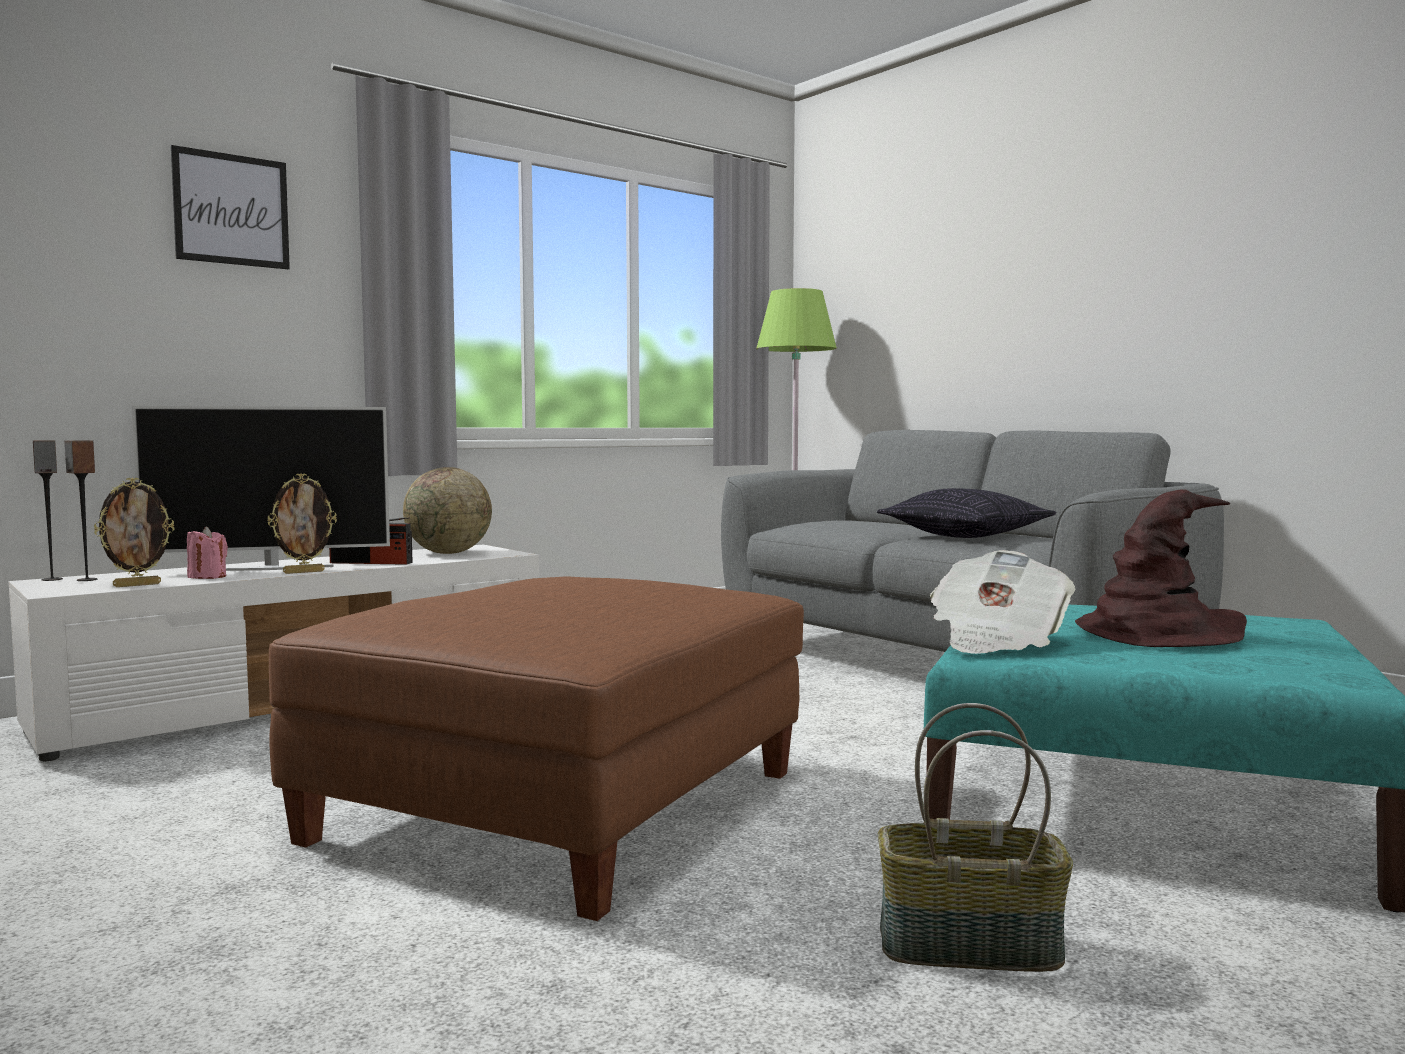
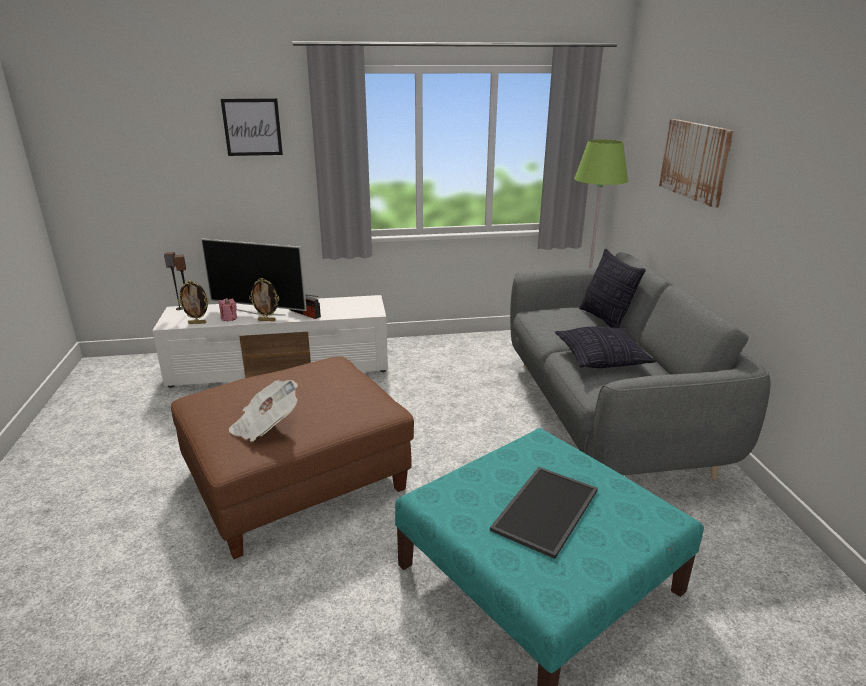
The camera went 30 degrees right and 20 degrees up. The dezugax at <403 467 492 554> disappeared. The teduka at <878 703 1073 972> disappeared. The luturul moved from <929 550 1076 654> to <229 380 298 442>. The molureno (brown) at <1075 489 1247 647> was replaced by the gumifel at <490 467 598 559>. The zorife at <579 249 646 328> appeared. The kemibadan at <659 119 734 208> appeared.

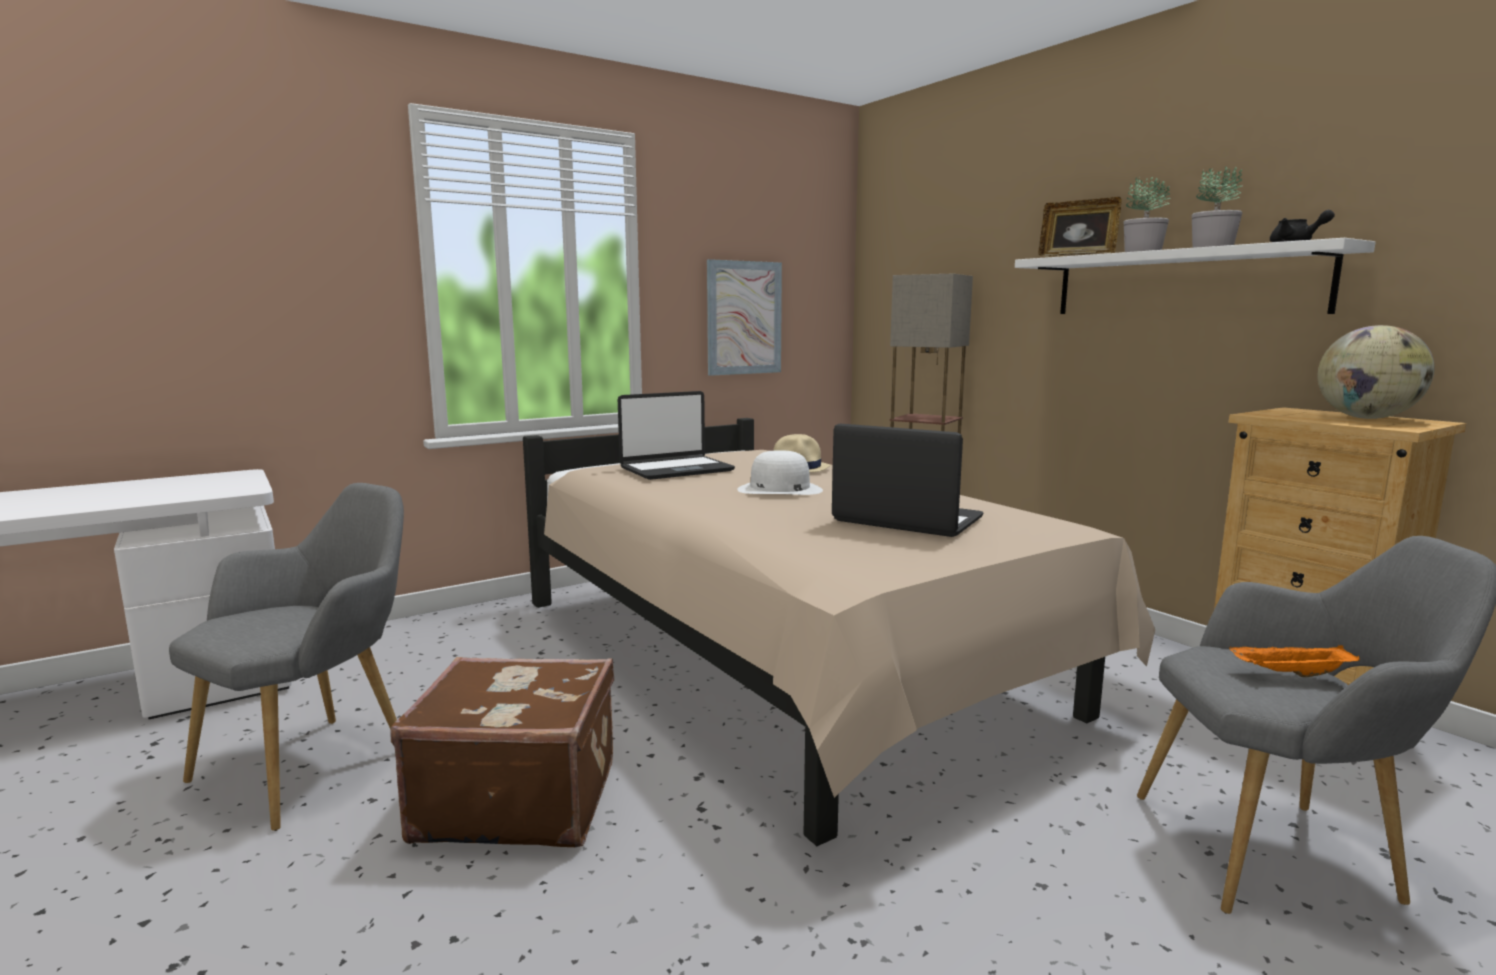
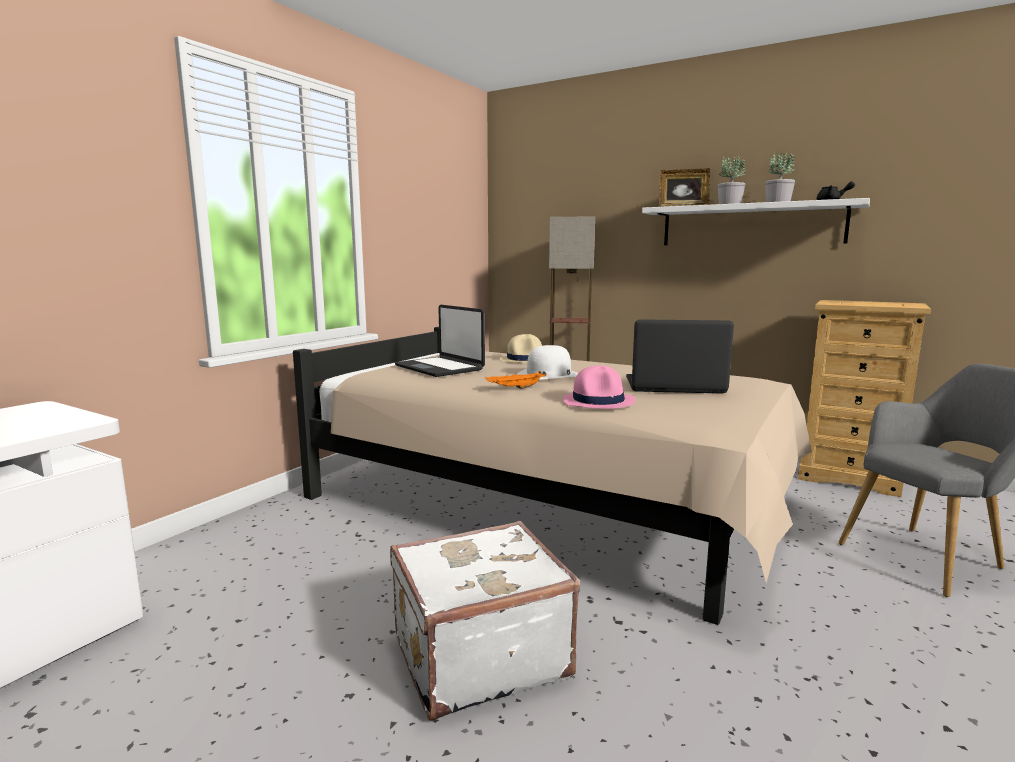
The camera went 25 degrees left and 0 degrees up. The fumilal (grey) at <169 483 404 831> disappeared. The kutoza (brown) at <390 657 614 847> became the kutoza (white) at <390 521 580 721>. The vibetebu at <618 391 735 480> turned 105 degrees clockwise. The kemibadan at <707 259 782 376> disappeared. The gumifel (orange) moved from <1229 645 1360 677> to <485 371 546 389>. The dezugax at <1318 325 1435 419> disappeared. The molureno (pink) at <563 365 635 409> appeared.

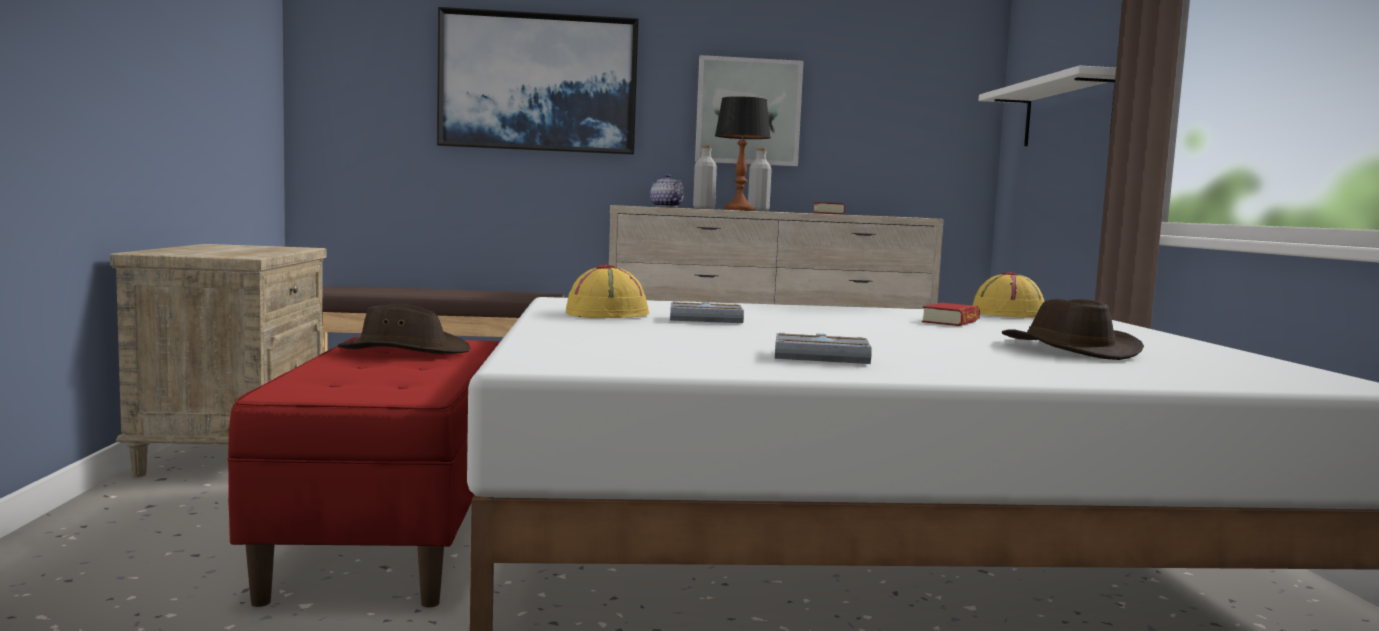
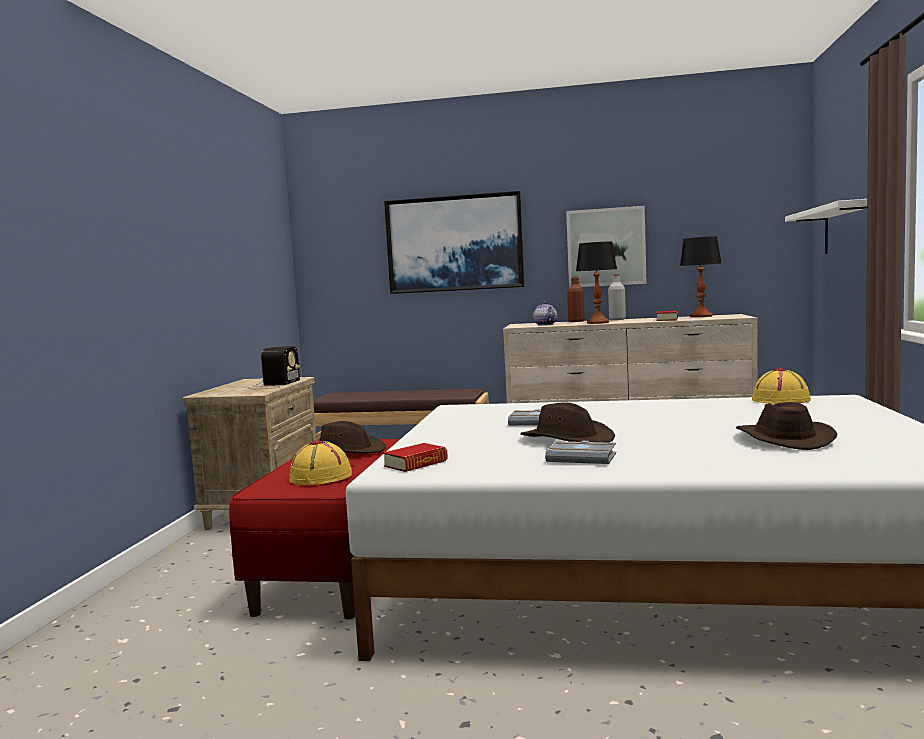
The camera went 15 degrees right and 0 degrees up. The molureno (yellow) moved from <566 264 649 318> to <289 440 352 485>. The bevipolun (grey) at <693 145 717 209> became the bevipolun (brown) at <567 276 585 322>. The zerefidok moved from <922 303 980 326> to <383 443 448 472>. The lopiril at <248 346 300 389> appeared. The molureno (brown) at <520 402 615 443> appeared. The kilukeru at <680 236 722 317> appeared.

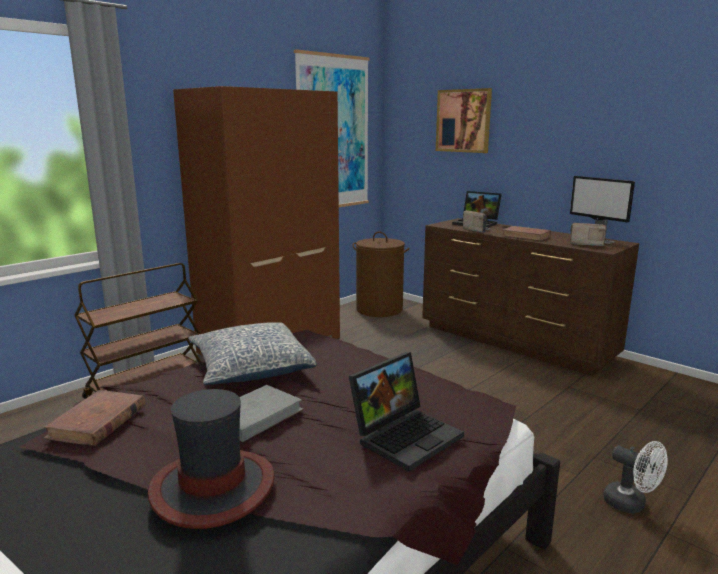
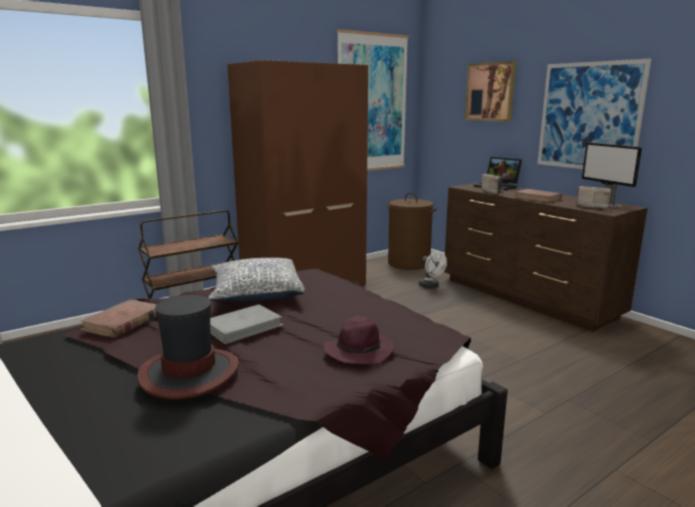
The camera went 10 degrees right and 0 degrees up. The vibetebu at <349 352 464 472> was replaced by the molureno (purple) at <324 316 394 364>. The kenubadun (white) moved from <603 441 668 513> to <419 251 447 288>. The kemibadan at <538 59 652 169> appeared.

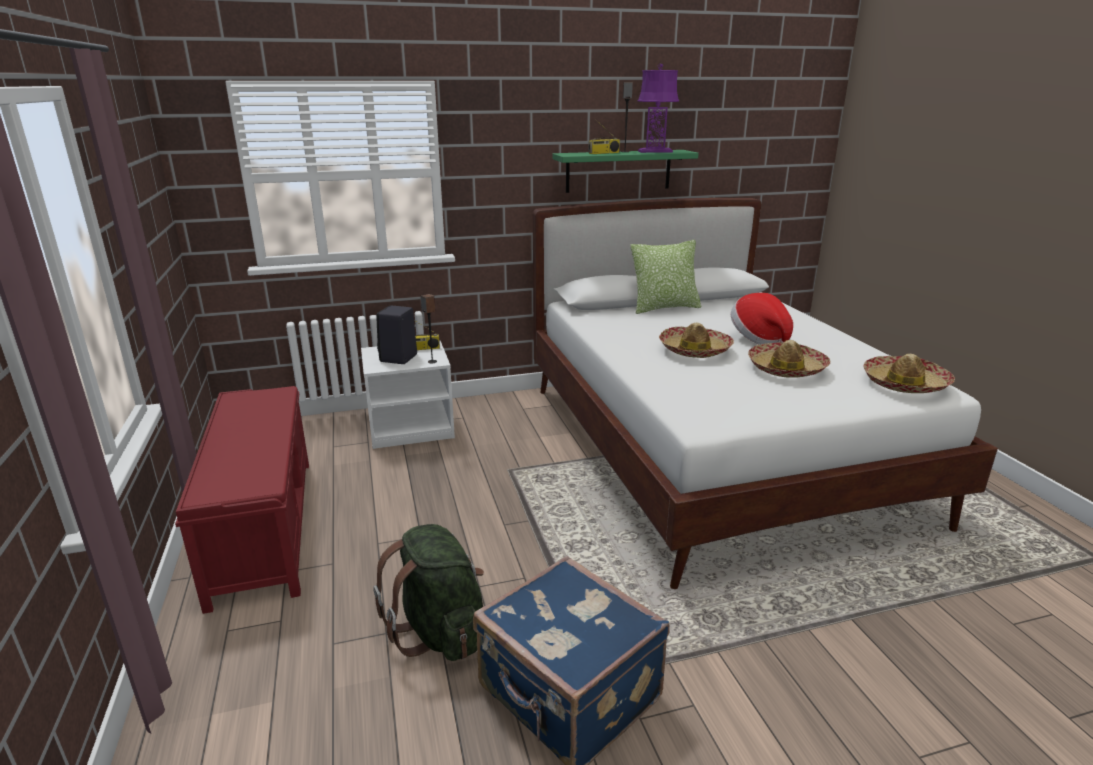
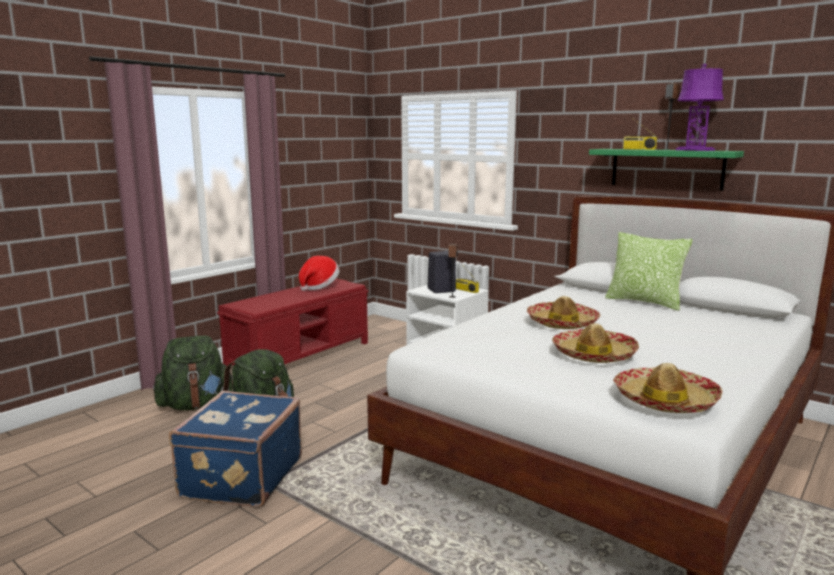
The camera went 55 degrees right and 10 degrees down. The molureno moved from <731 293 793 345> to <299 256 339 291>. The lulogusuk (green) at <153 335 233 410> appeared.

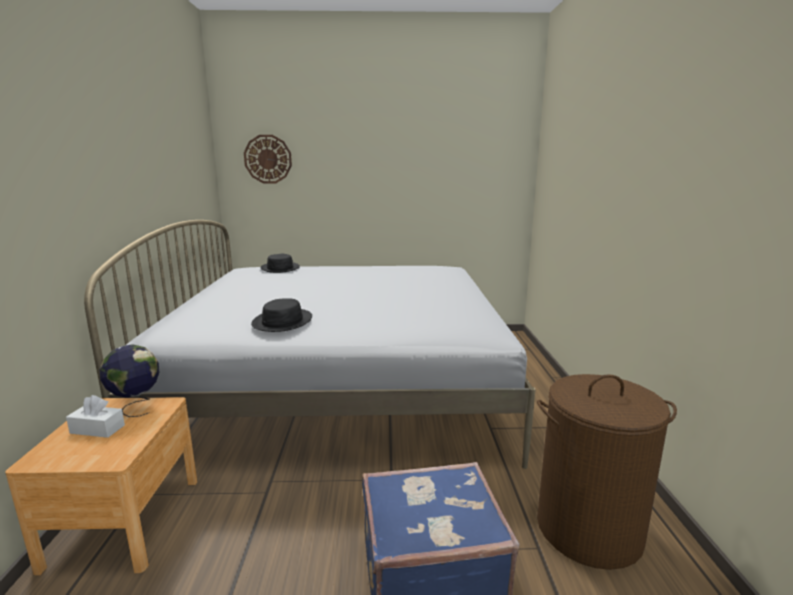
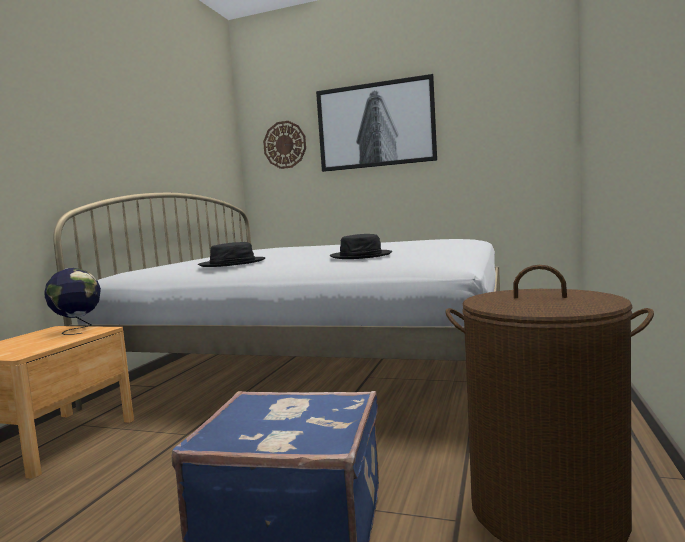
The camera went 20 degrees right and 10 degrees down. The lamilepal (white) at <66 395 125 438> disappeared. The molureno (black) moved from <260 254 300 273> to <330 234 392 259>. The kemibadan at <316 74 437 172> appeared.

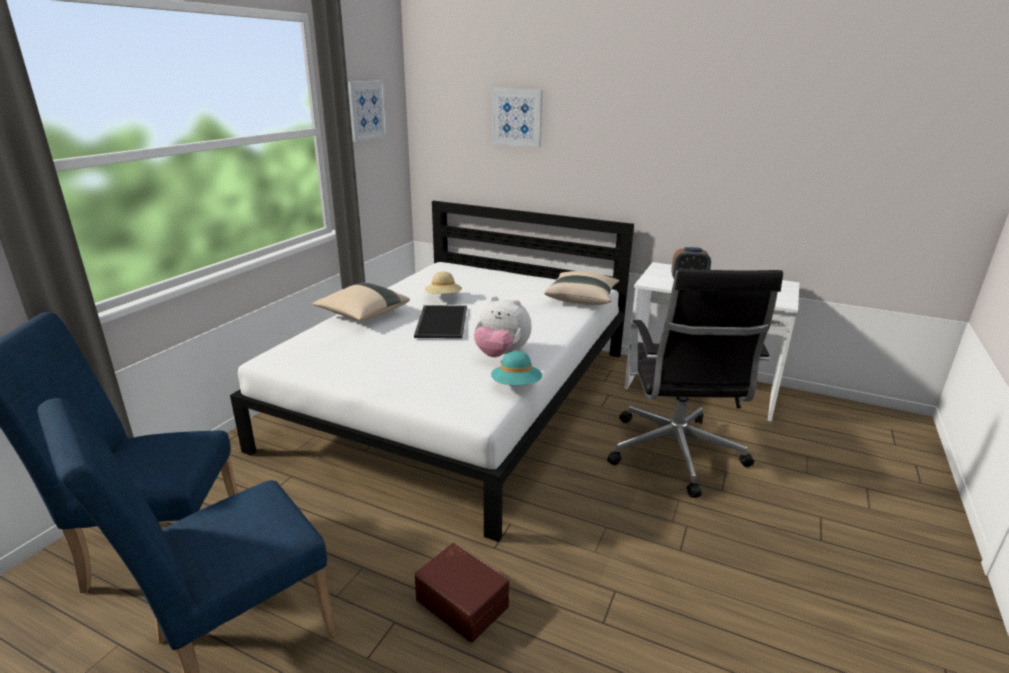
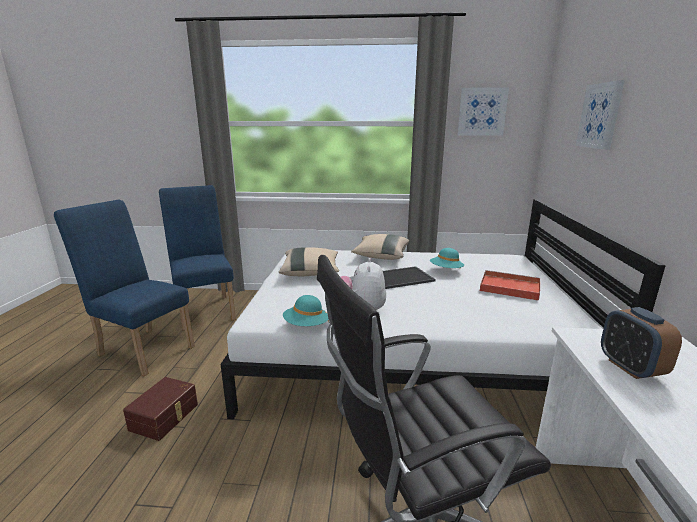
The camera went 70 degrees right and 5 degrees down. The molureno (beige) at <425 272 462 294> became the molureno (turquoise) at <430 248 464 268>. The zorife (beige) moved from <544 271 619 305> to <279 247 339 276>. The gumifel (red) at <480 270 540 301> appeared.

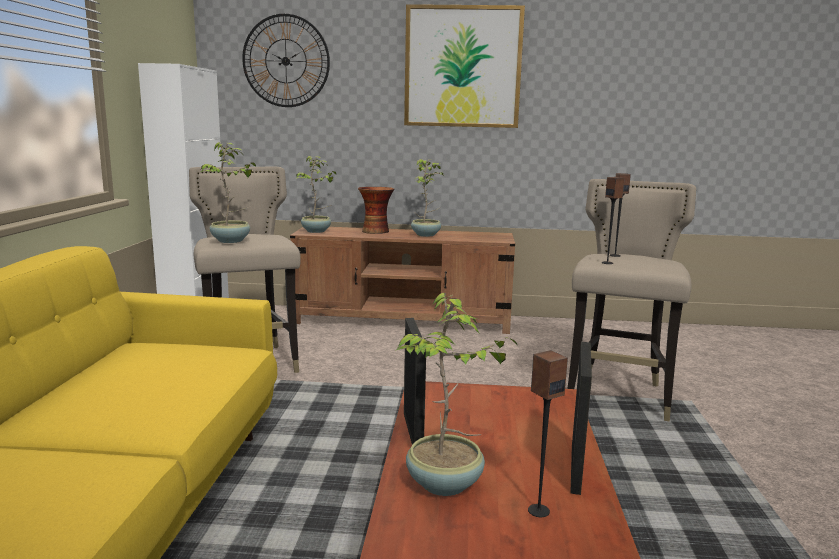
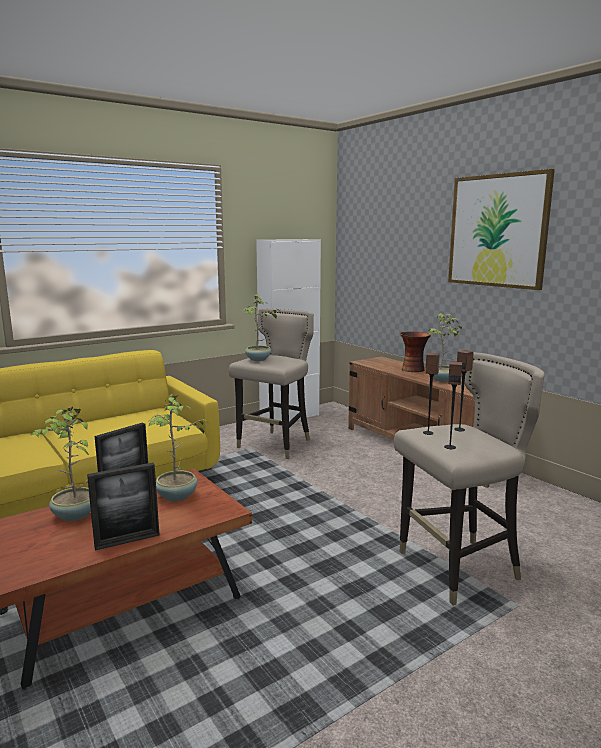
The camera went 50 degrees right and 0 degrees up. The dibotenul at <242 14 330 107> disappeared. The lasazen moved from <296 156 336 233> to <149 394 209 501>. The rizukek moved from <528 350 568 517> to <444 361 462 449>.

